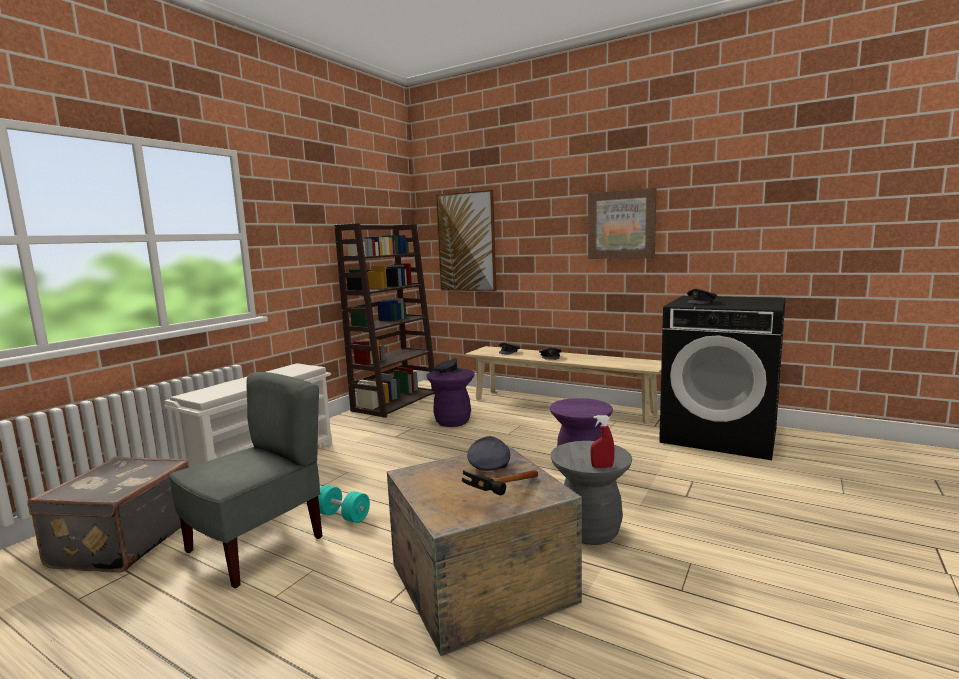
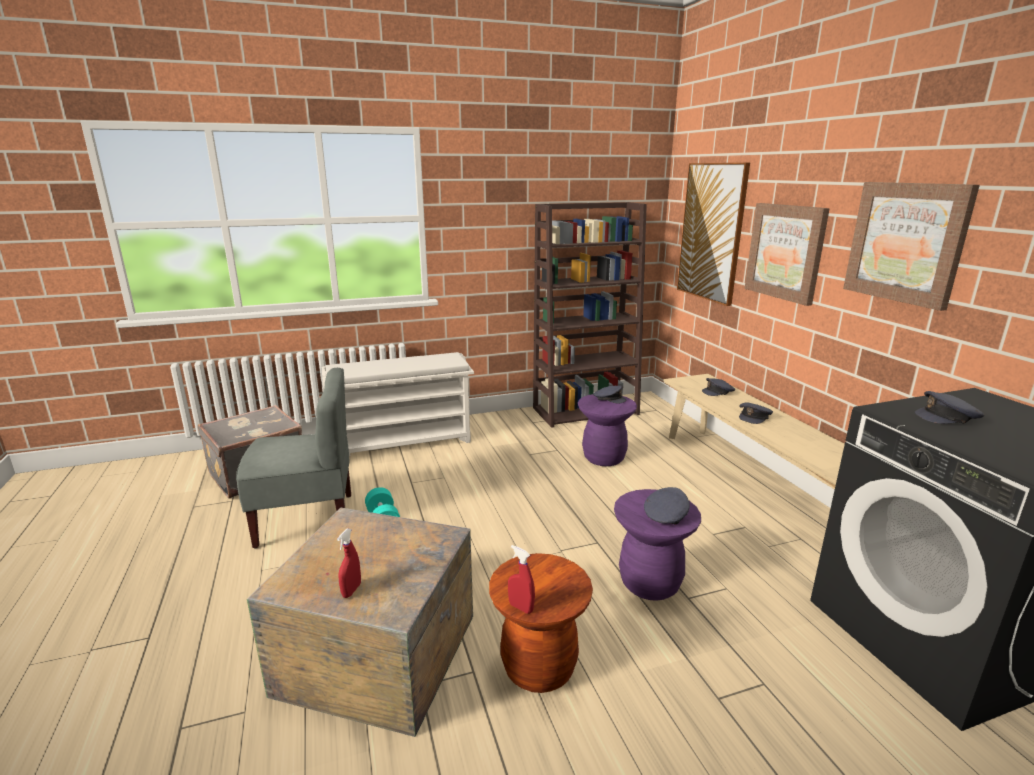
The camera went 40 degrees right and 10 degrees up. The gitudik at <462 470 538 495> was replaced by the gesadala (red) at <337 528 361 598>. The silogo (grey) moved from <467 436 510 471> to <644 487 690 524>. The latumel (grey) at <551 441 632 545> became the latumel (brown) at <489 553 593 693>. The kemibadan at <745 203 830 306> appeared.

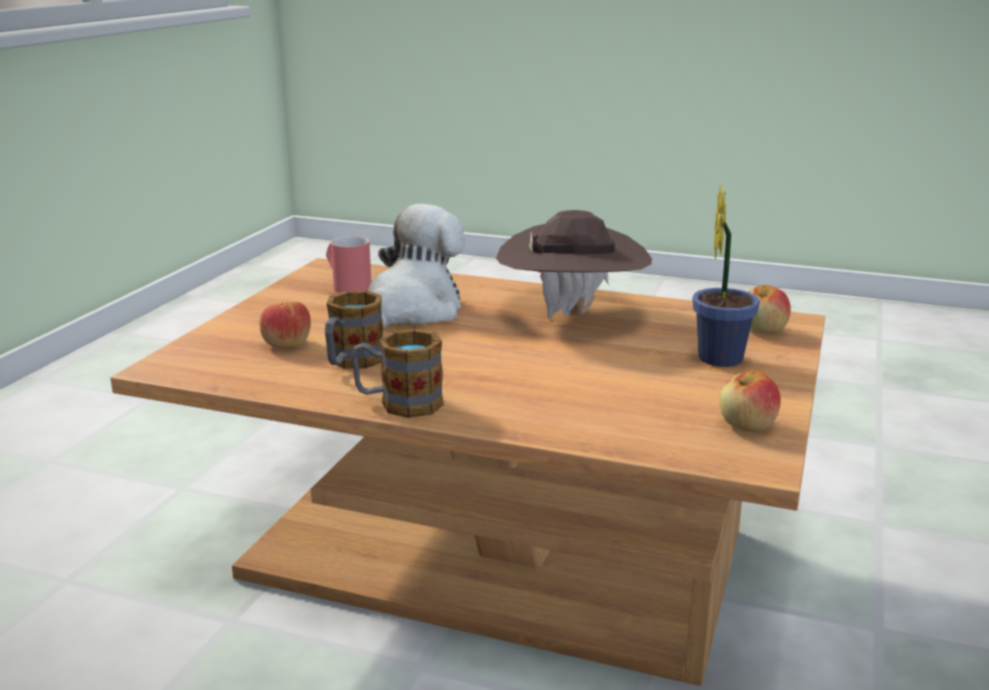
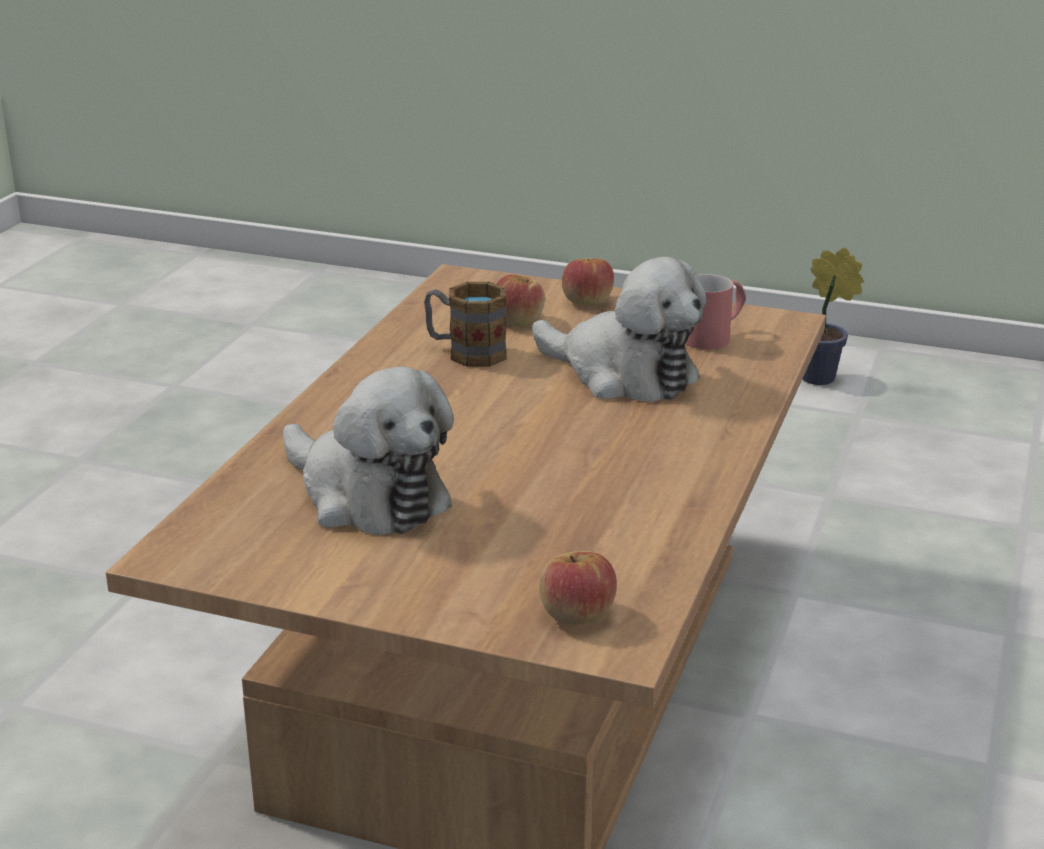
The camera went 90 degrees right and 5 degrees up. The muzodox at <352 329 444 418> disappeared. The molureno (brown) at <496 210 652 319> disappeared. The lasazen moved from <692 182 760 367> to <802 248 864 385>. The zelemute moved from <719 371 781 432> to <562 258 614 305>. The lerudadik at <283 366 454 535> appeared.

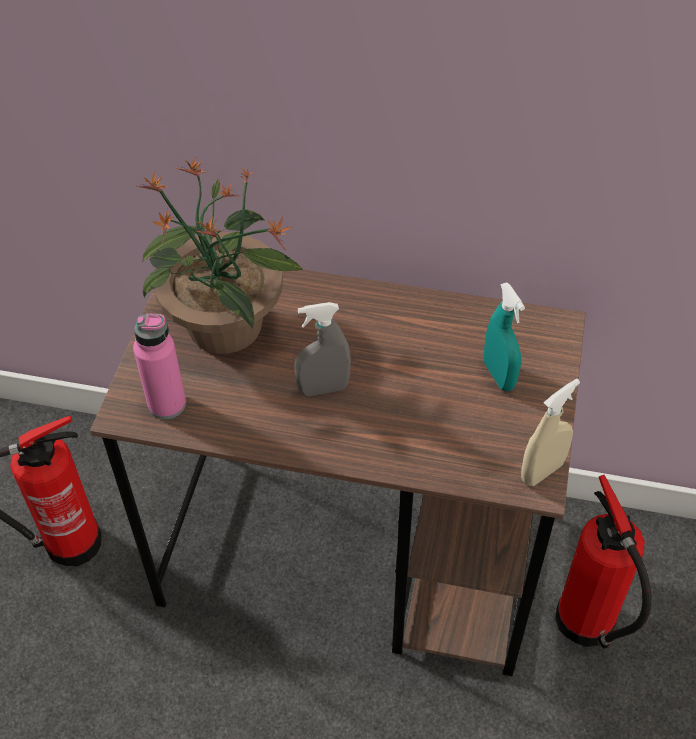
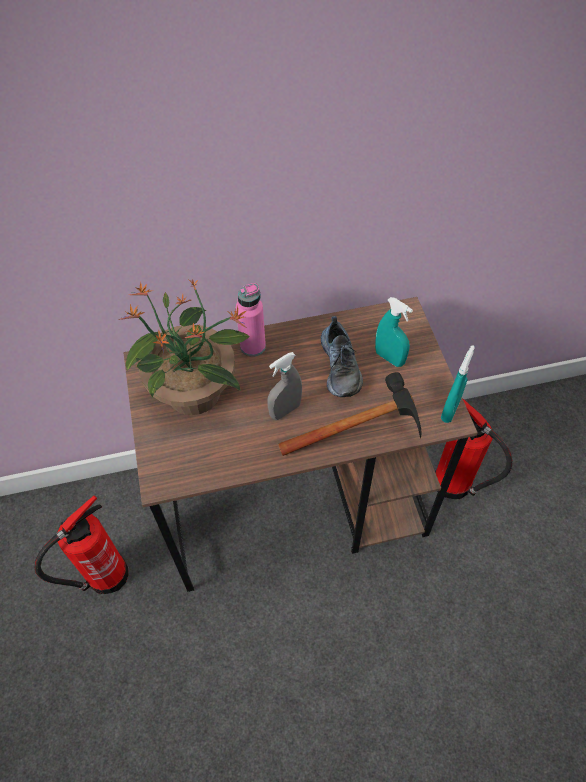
The camera went 25 degrees left and 5 degrees up. The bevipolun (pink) moved from <133 314 186 419> to <236 283 266 357>. The gesadala (beige) at <521 379 580 486> became the gesadala (turquoise) at <441 345 475 423>. The gitudik at <278 372 421 456> appeared. The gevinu at <321 316 363 397> appeared.

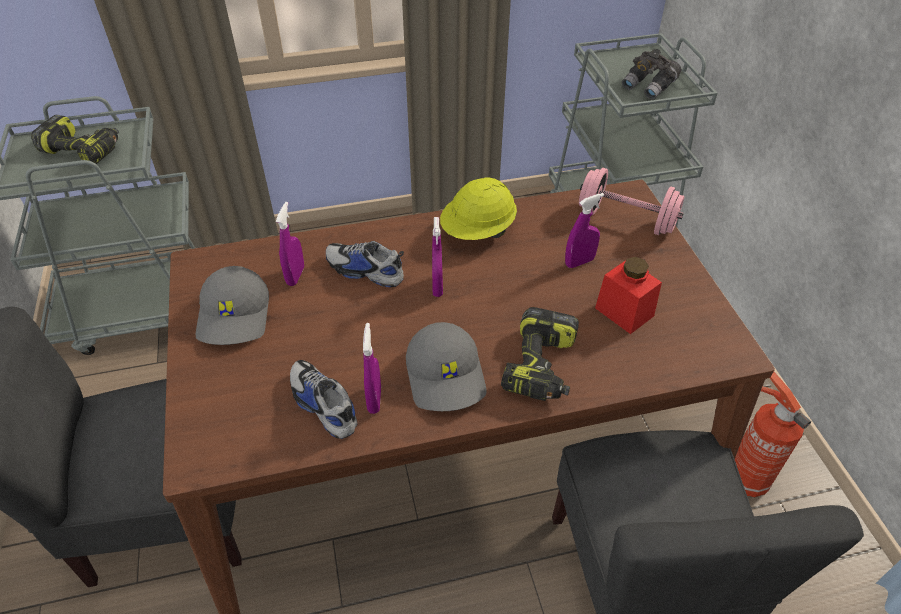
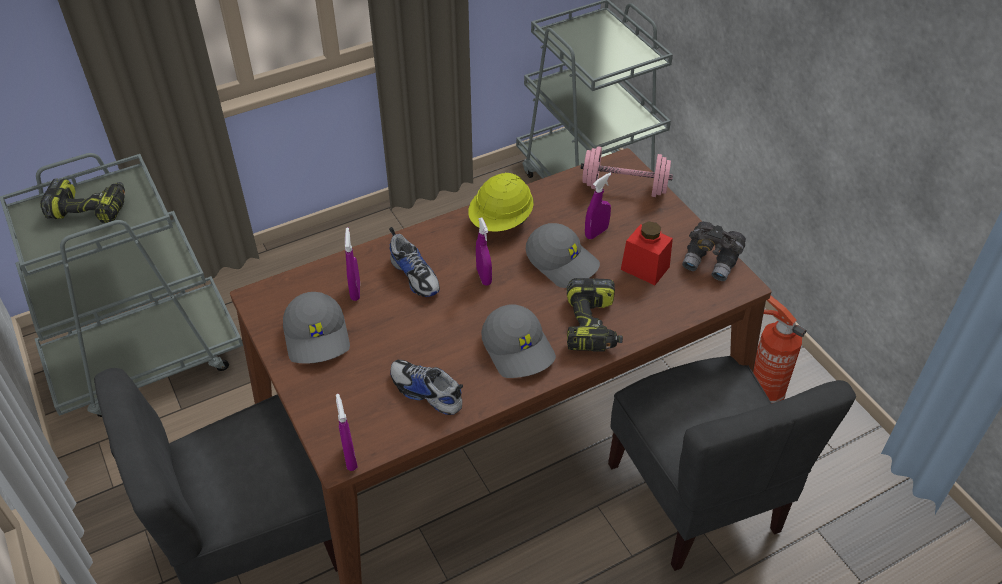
The camera went 15 degrees left and 0 degrees up. The gevinu at <326 241 404 287> turned 135 degrees counterclockwise. The gesadala (purple) moved from <363 323 381 414> to <336 394 358 471>. The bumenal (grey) moved from <622 49 681 99> to <682 221 746 281>. The silogo (grey) at <526 223 600 288> appeared.

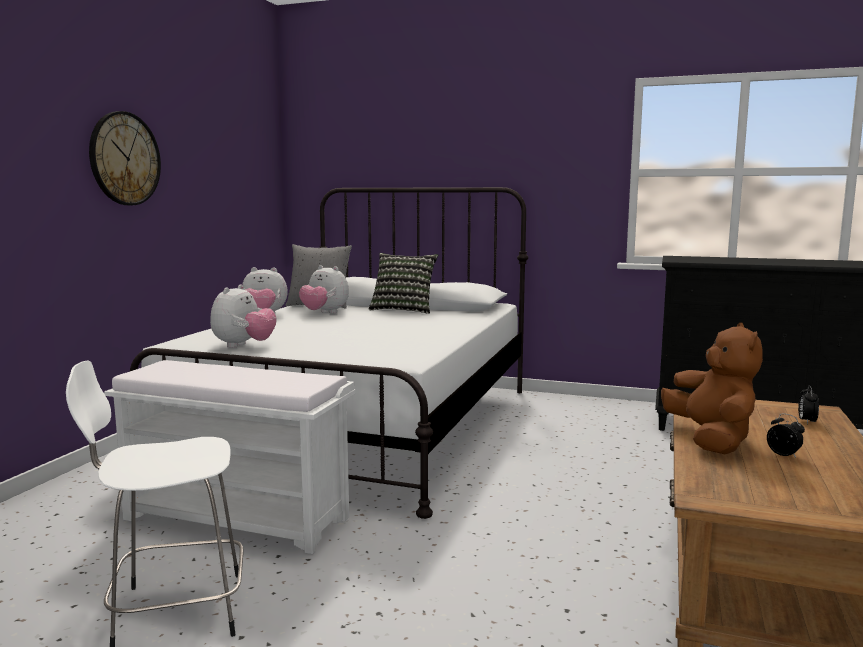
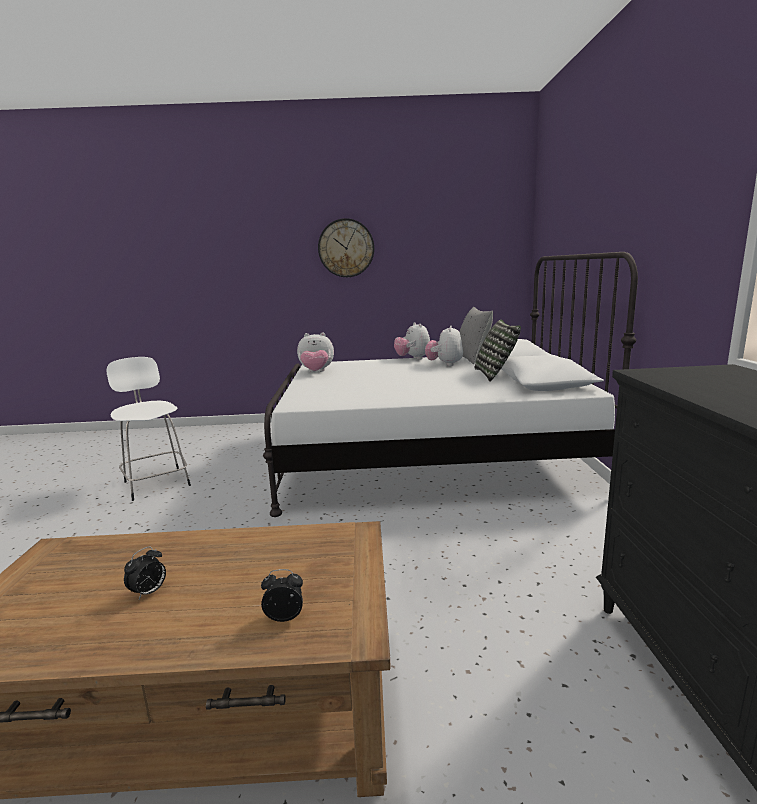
The camera went 70 degrees right and 5 degrees up. The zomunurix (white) at <104 360 355 554> disappeared. The lerudadik (brown) at <661 323 763 454> disappeared.

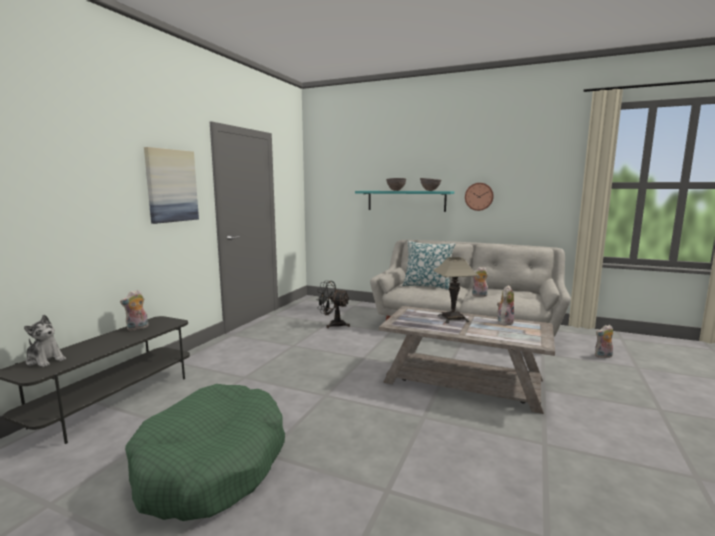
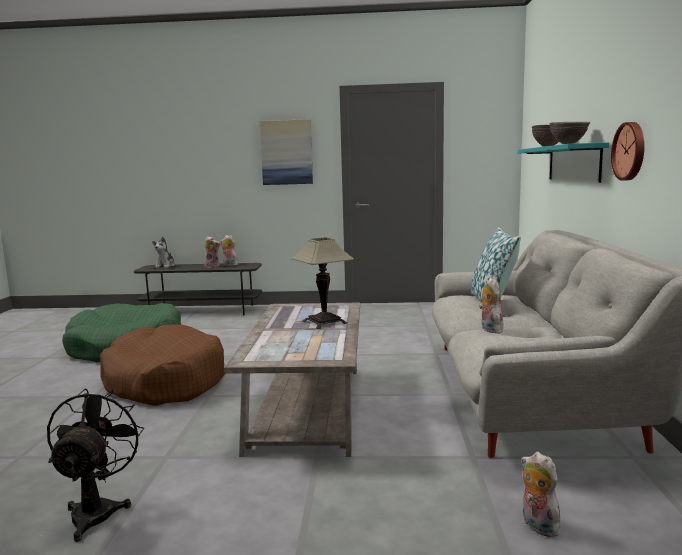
The camera went 70 degrees right and 0 degrees up. The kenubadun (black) moved from <316 281 350 328> to <47 389 144 542>. The lerudadik moved from <497 285 514 325> to <204 236 220 268>. The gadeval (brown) at <100 325 225 406> appeared.

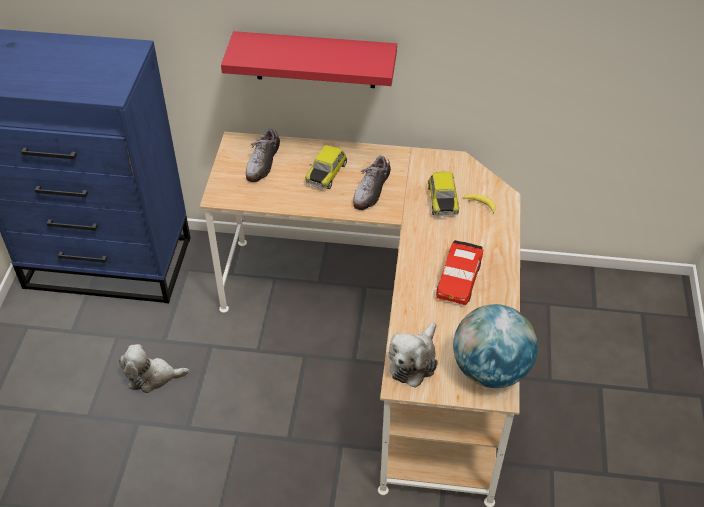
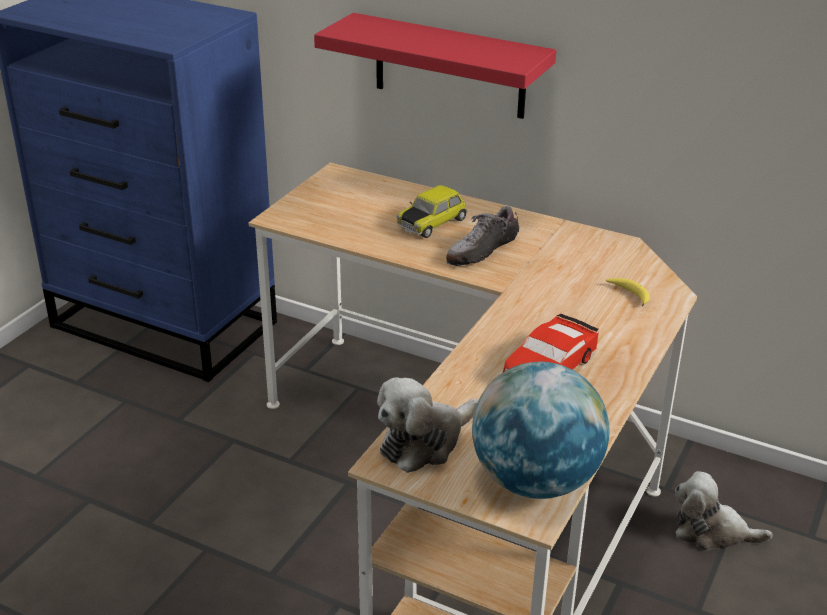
The camera went 20 degrees right and 15 degrees down. The lerudadik moved from <119 344 189 393> to <675 471 773 551>. The gevinu at <246 129 280 182> disappeared. The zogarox at <428 171 459 217> disappeared.

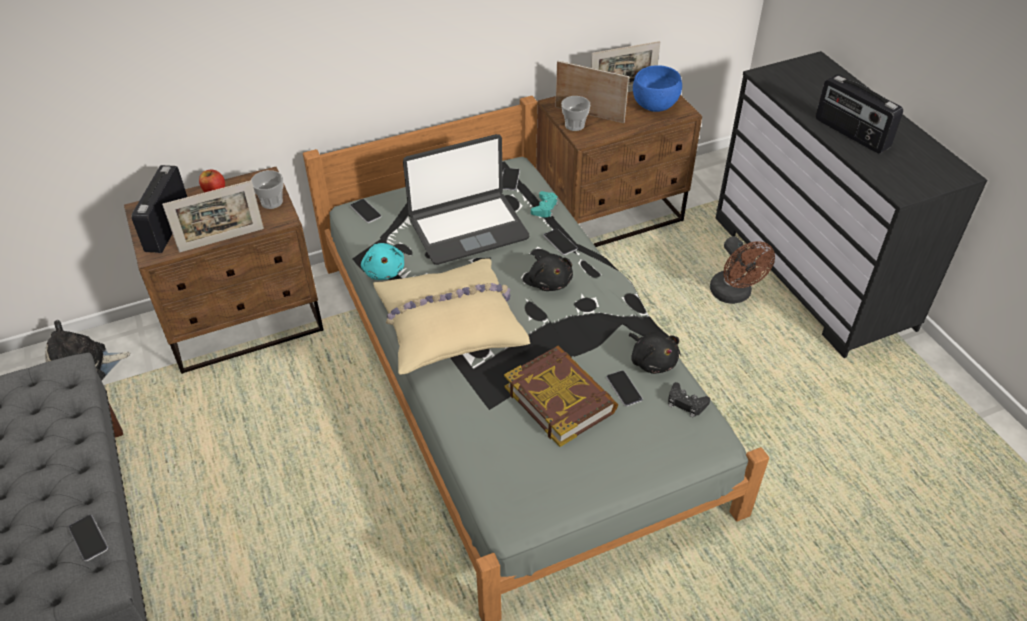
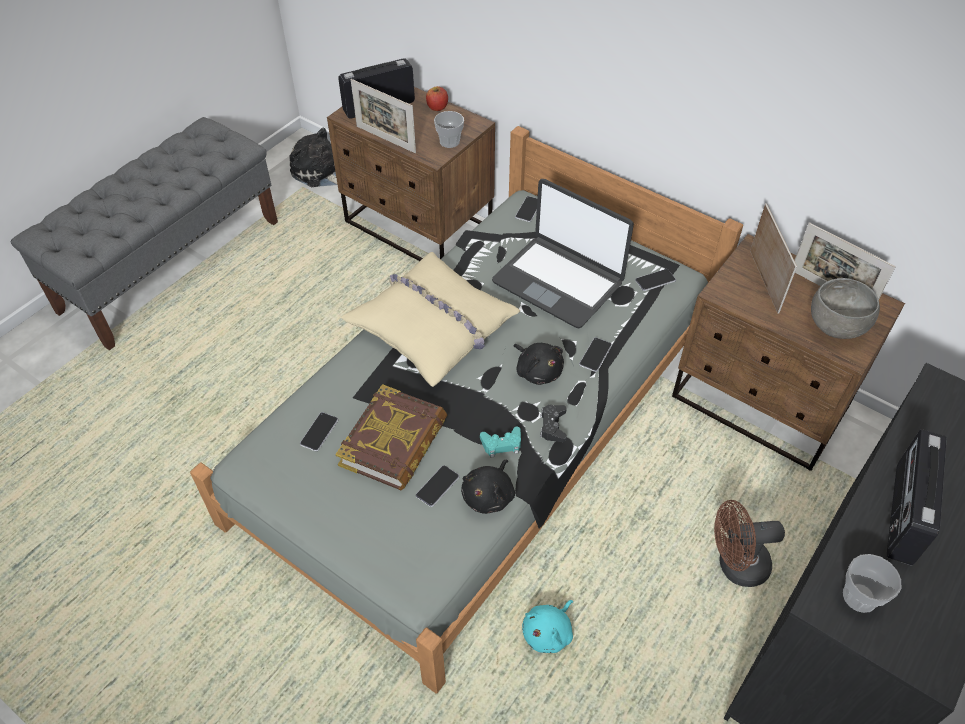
The camera went 60 degrees right and 5 degrees up. The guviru moved from <68 515 108 562> to <300 412 338 451>. The lerudadik (turquoise) moved from <361 243 404 280> to <522 600 573 653>. The lerudadik (black) at <528 254 573 291> turned 75 degrees counterclockwise. The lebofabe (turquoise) moved from <531 191 558 218> to <480 427 521 458>. The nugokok moved from <561 96 590 131> to <843 554 901 613>. The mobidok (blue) at <633 65 682 112> became the mobidok (grey) at <811 278 880 339>. The lebofabe (black) moved from <668 382 710 418> to <540 405 567 442>. The kenubadun (brown) at <710 236 775 304> turned 45 degrees clockwise.

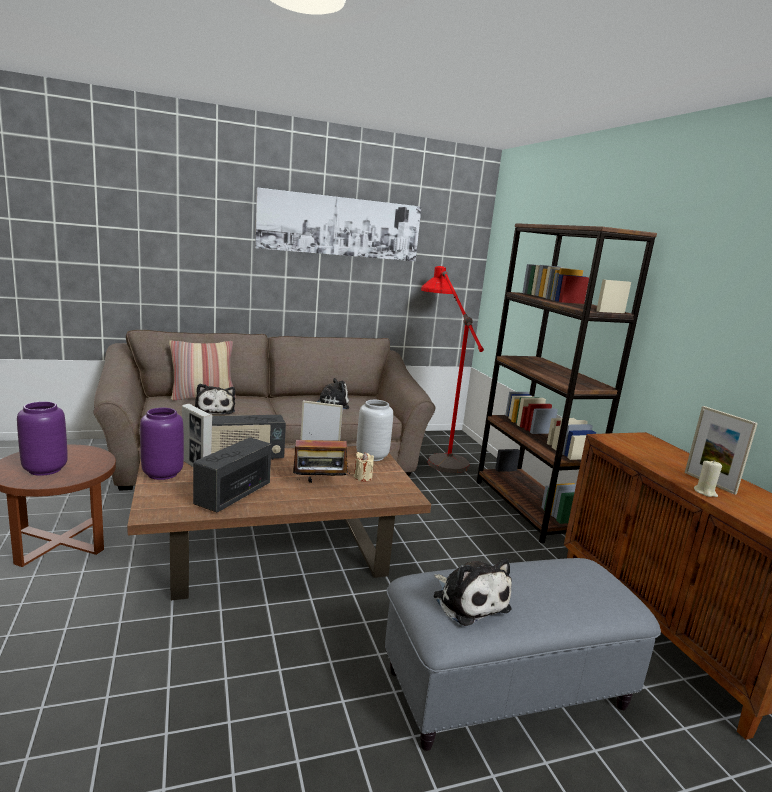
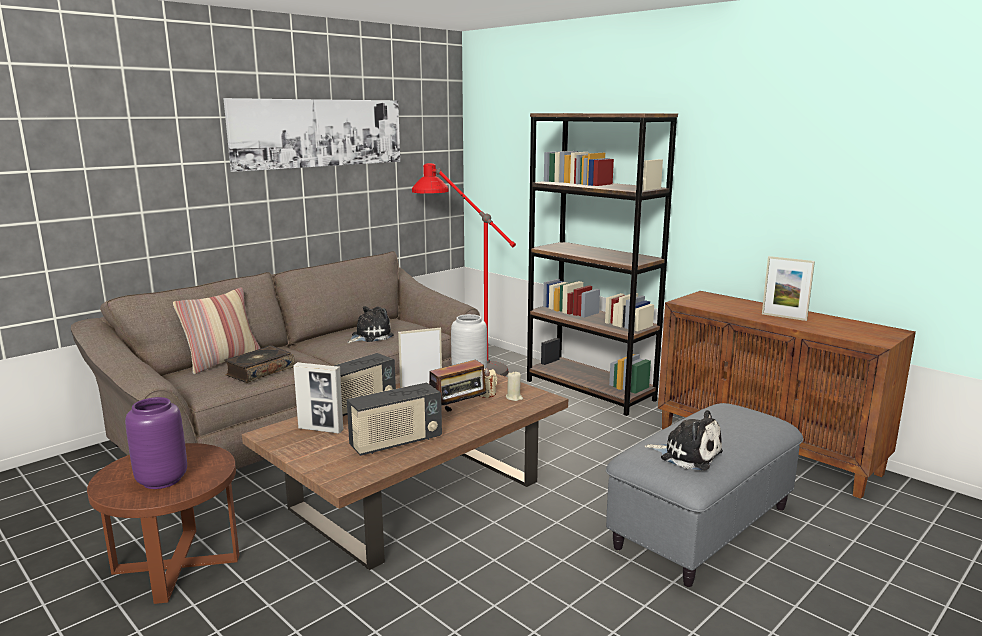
The camera went 25 degrees left and 0 degrees up. The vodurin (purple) at <140 408 184 480> disappeared. The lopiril at <193 437 271 513> turned 120 degrees counterclockwise. The lerudadik at <195 384 235 414> was replaced by the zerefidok at <224 345 295 383>. The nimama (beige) moved from <694 461 722 497> to <506 371 523 401>.

